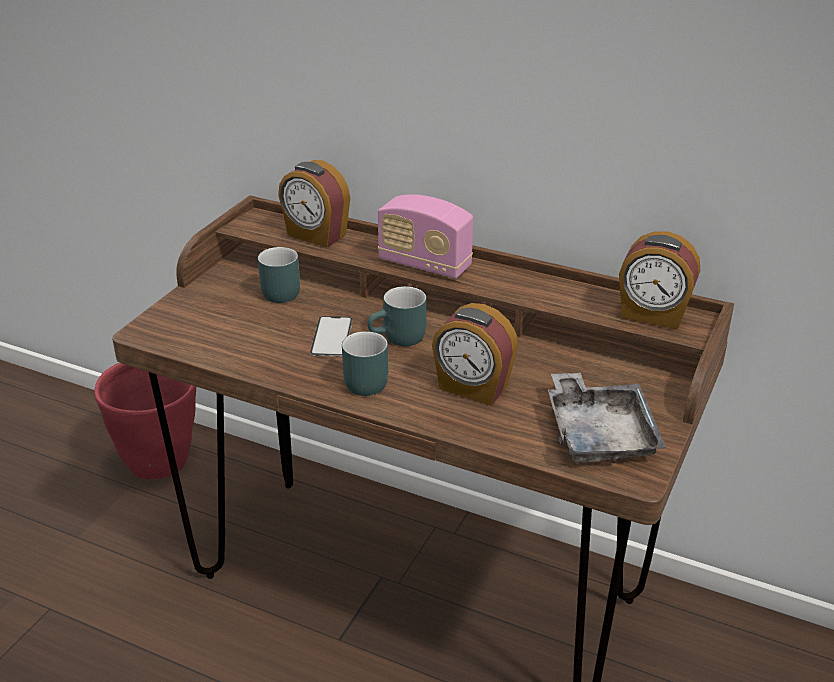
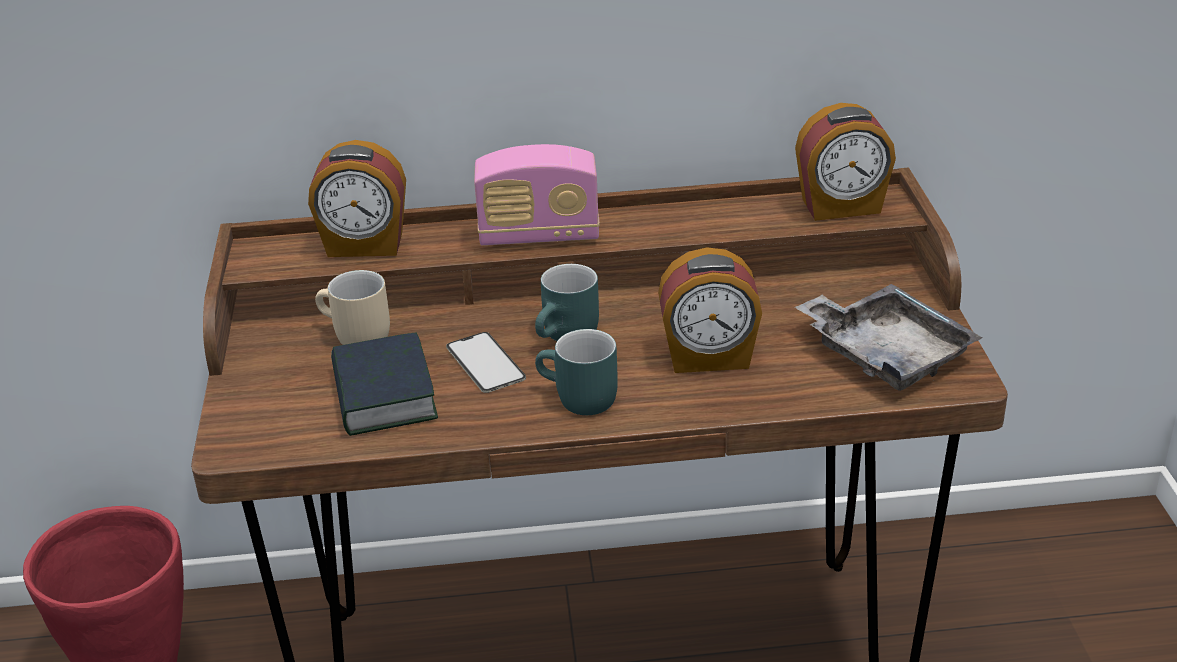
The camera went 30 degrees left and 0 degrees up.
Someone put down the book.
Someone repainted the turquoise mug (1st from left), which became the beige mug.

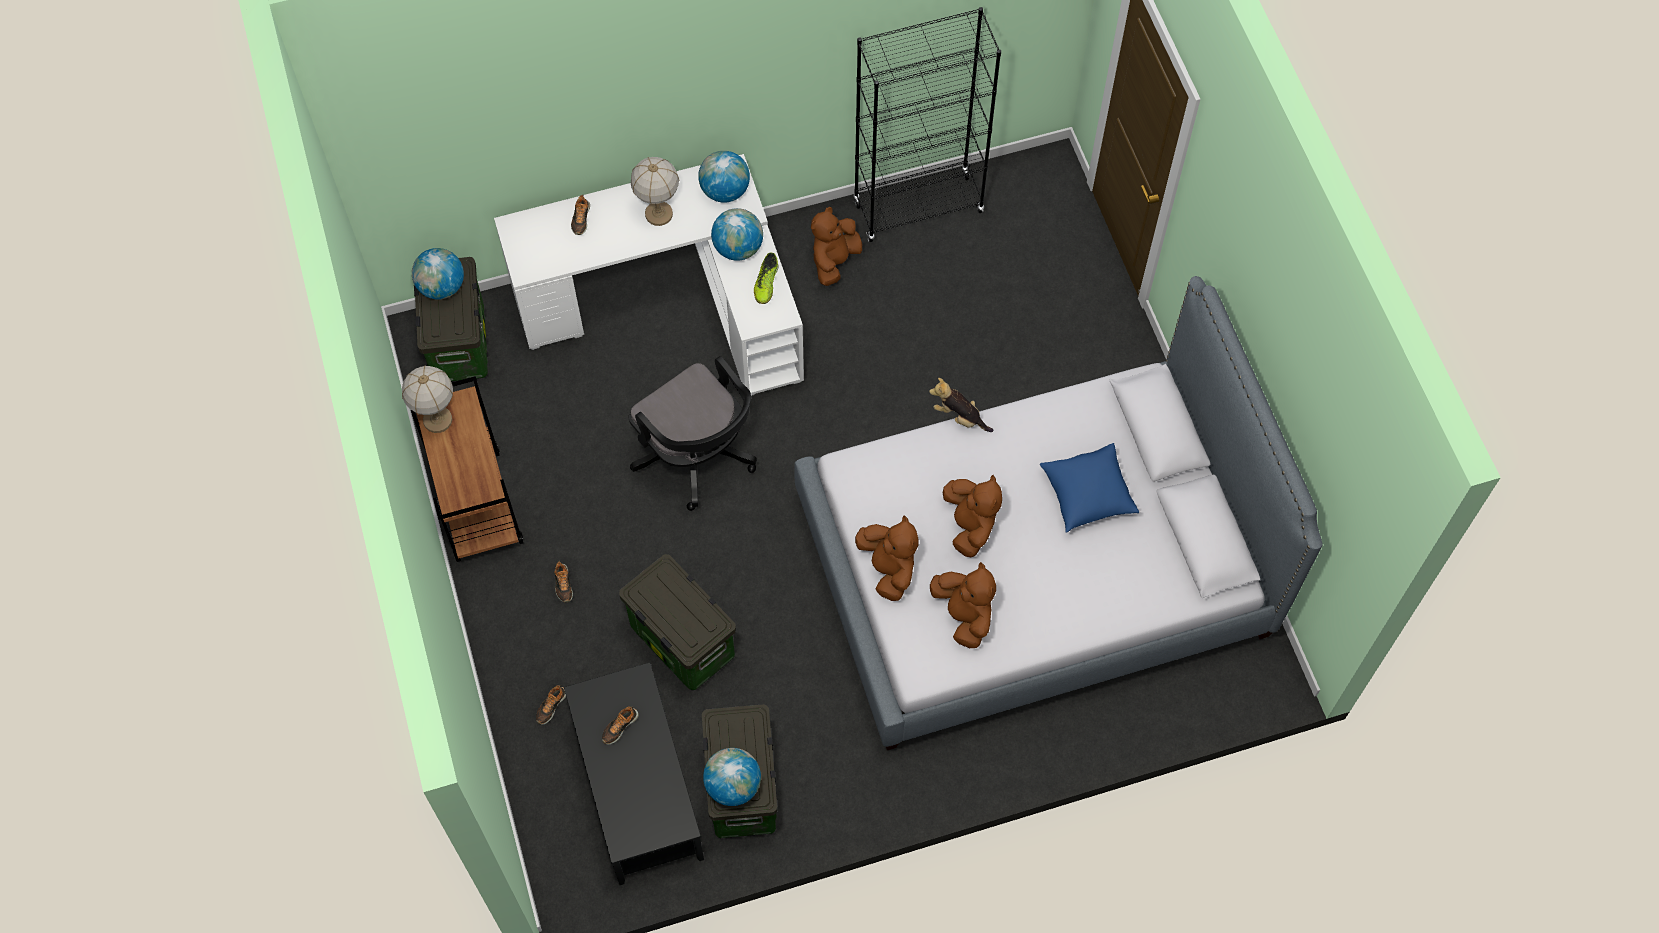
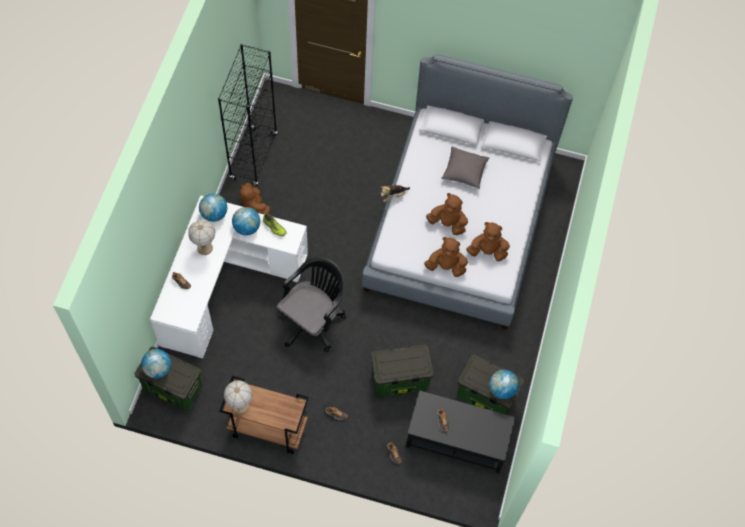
The camera went 60 degrees left and 0 degrees up.
Someone repainted the blue pillow, which became the grey pillow.
Someone rotated the black office chair by 45 degrees counterclockwise.

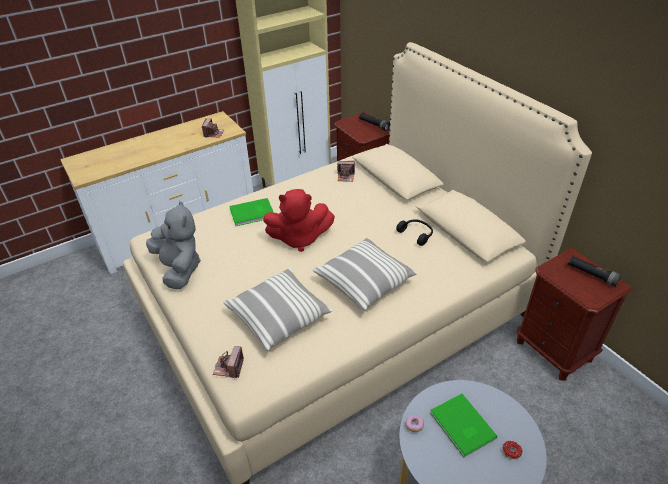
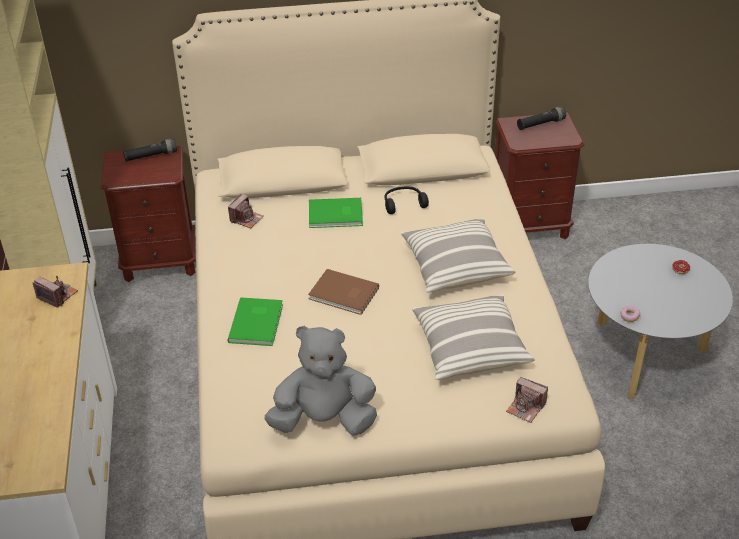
The camera went 65 degrees left and 0 degrees up.
Someone carried the green book (2nd from left).
Someone swapped the red plush toy for the brown book.

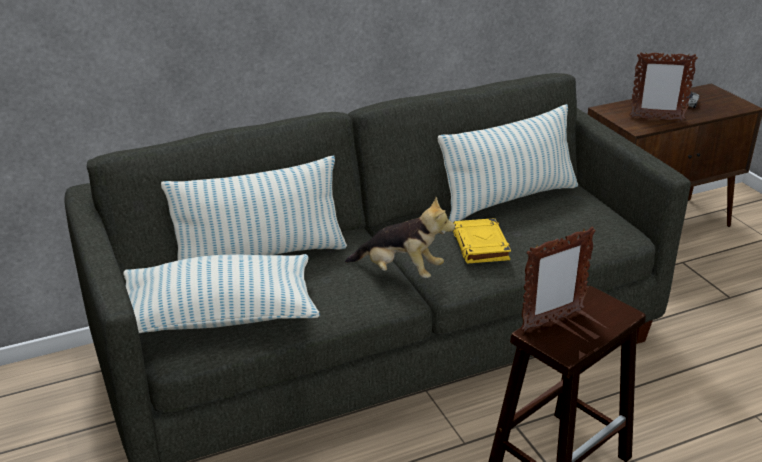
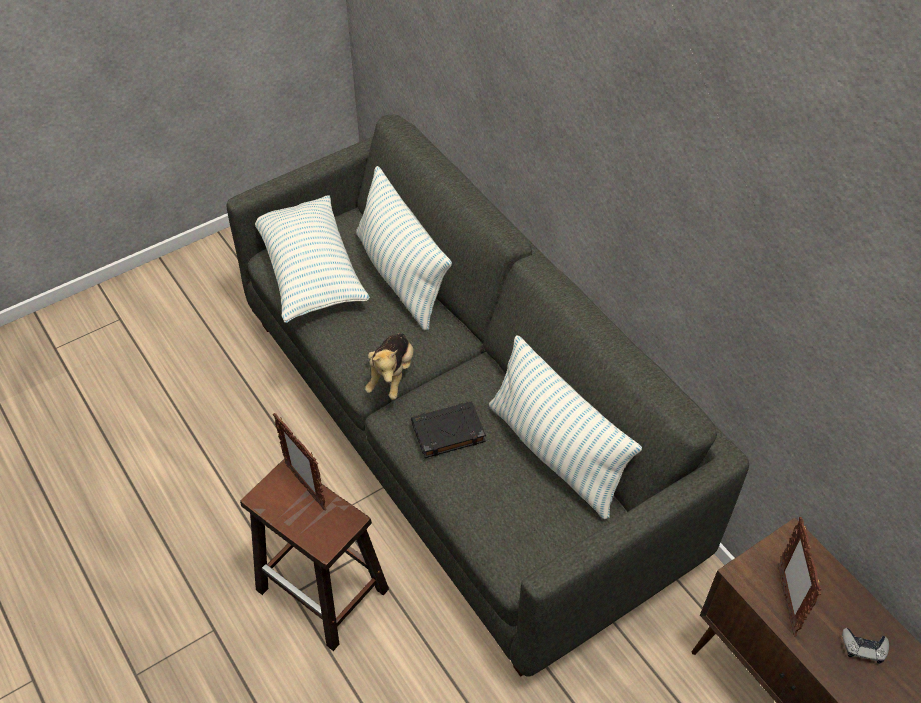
The camera went 80 degrees right and 20 degrees up.
Someone repainted the yellow book, which became the black book.

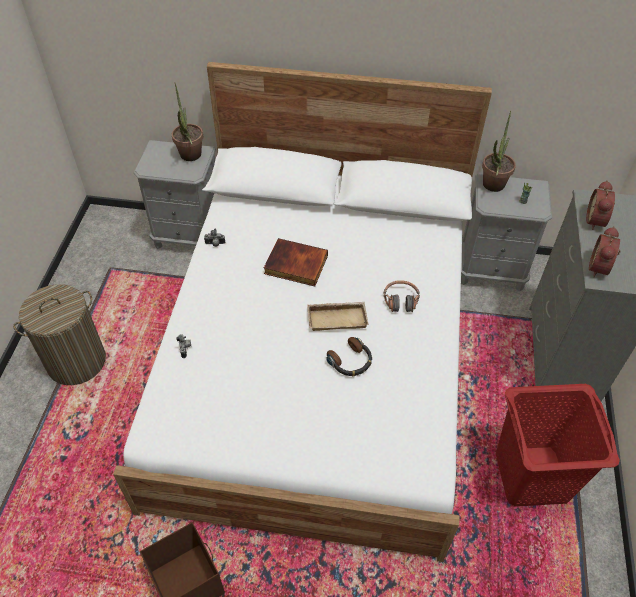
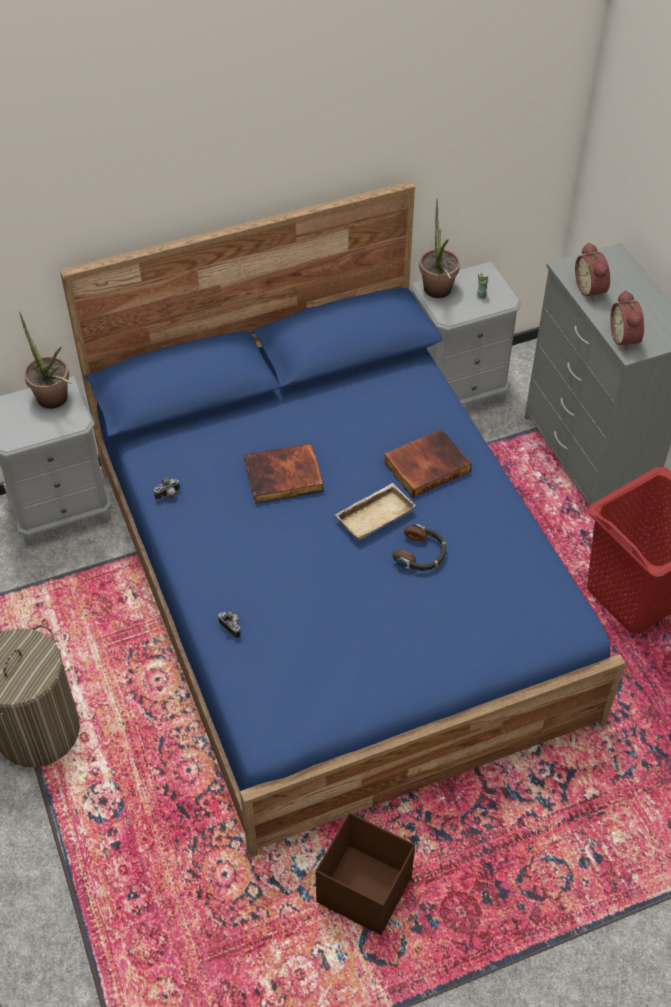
The camera went 30 degrees left and 0 degrees up.
Someone swapped the headphones (2nd from left) for the book (2nd from left).
Someone repainted the white bed, which became the blue bed.

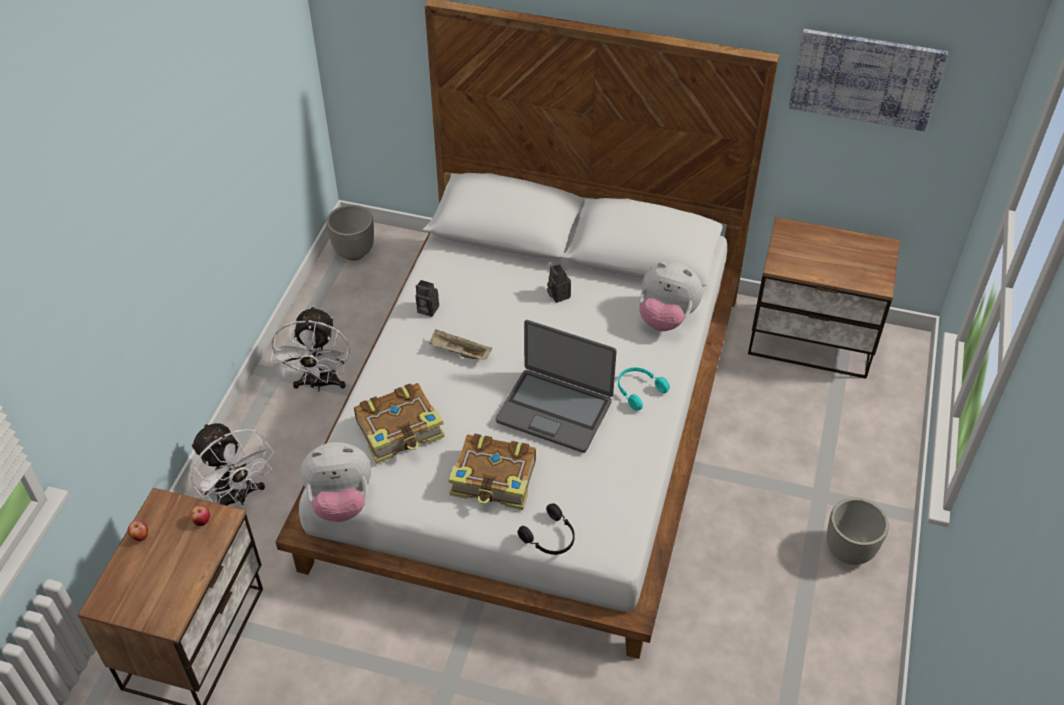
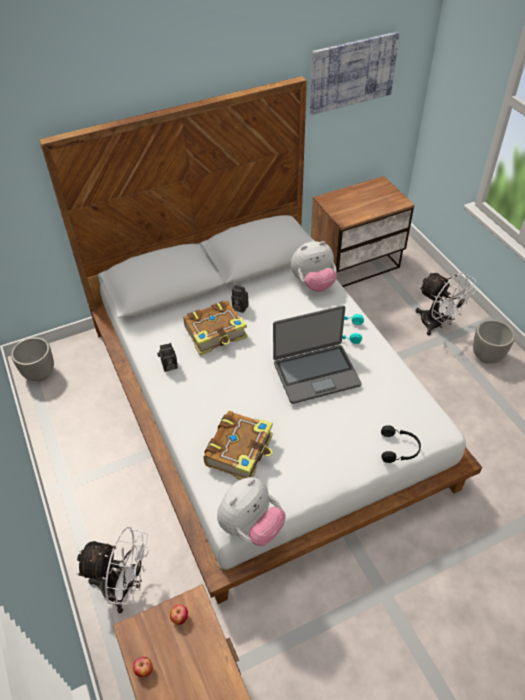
The camera went 40 degrees left and 0 degrees up.
Someone took away the beige tray.
Someone carried the white fan (2nd from left).
Someone carried the book (2nd from left in the first image).

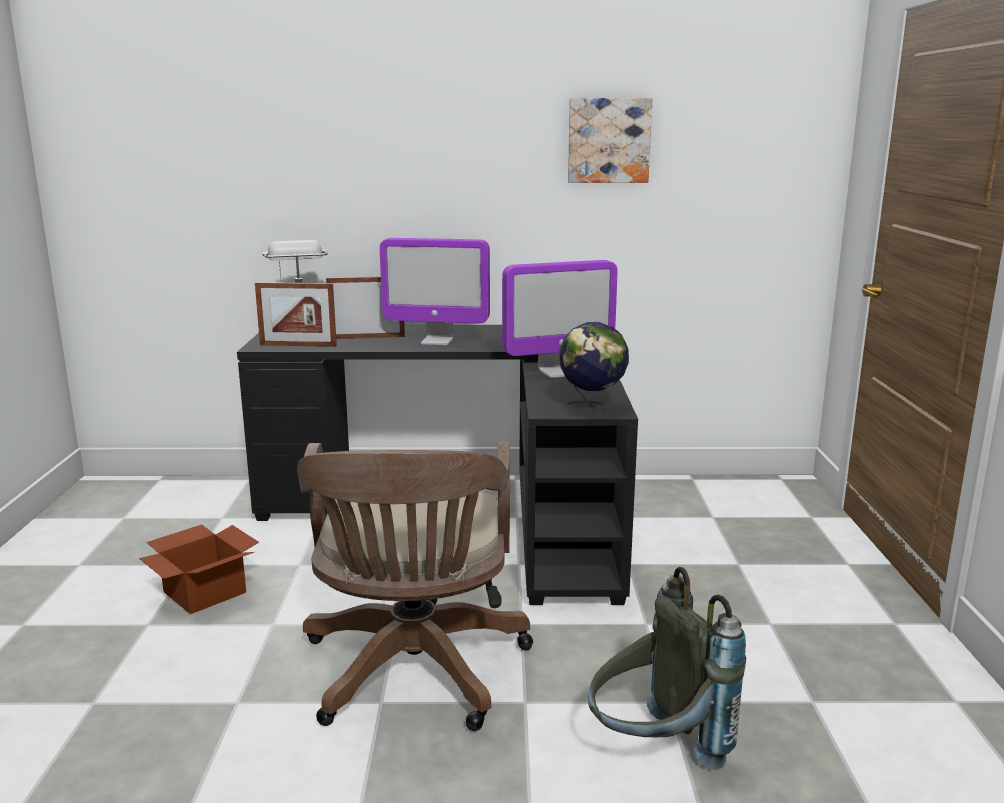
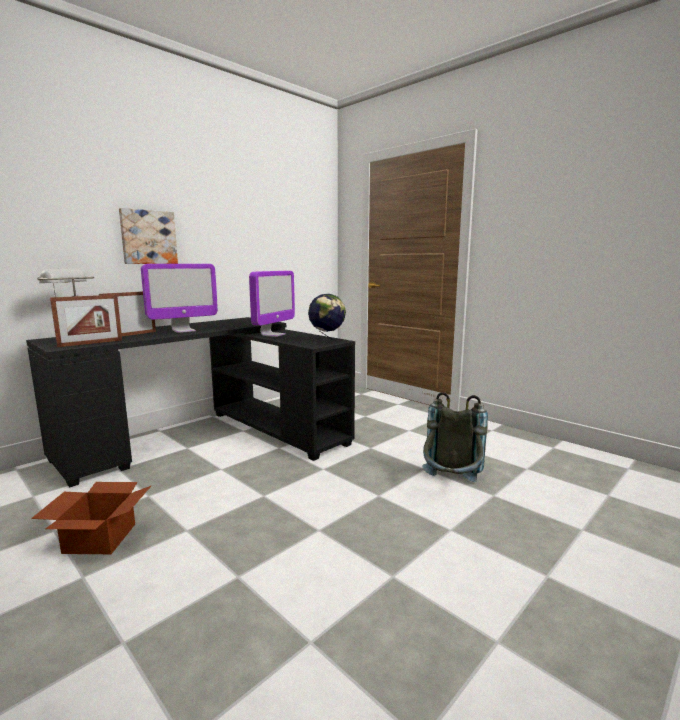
The camera went 45 degrees left and 5 degrees down.
Someone took away the brown office chair.
Someone carried the picture.

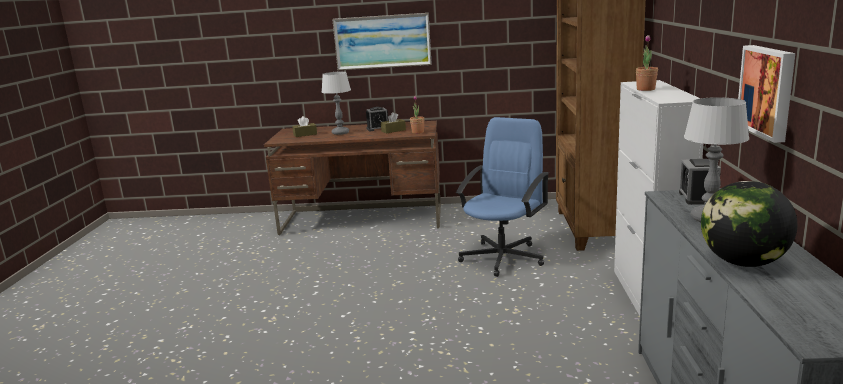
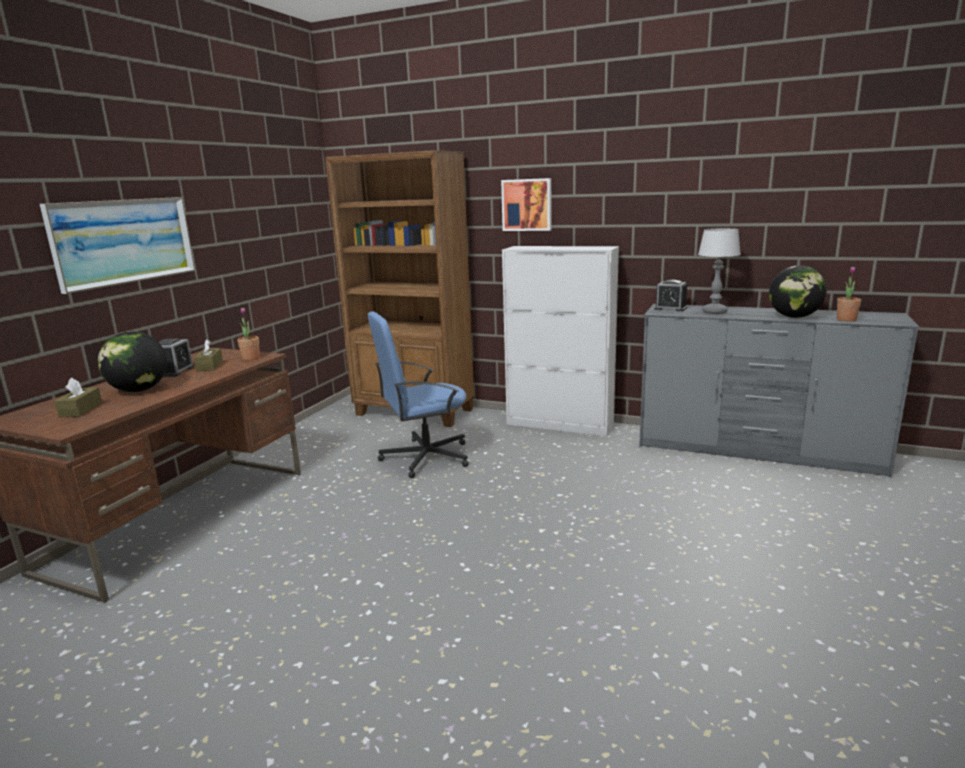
The camera went 70 degrees left and 0 degrees up.
Someone carried the potted plant (2nd from left).
Someone carried the picture (2nd from left).
Someone swapped the table lamp (1st from left) for the globe (1st from left).
Someone rotated the blue office chair by 75 degrees counterclockwise.

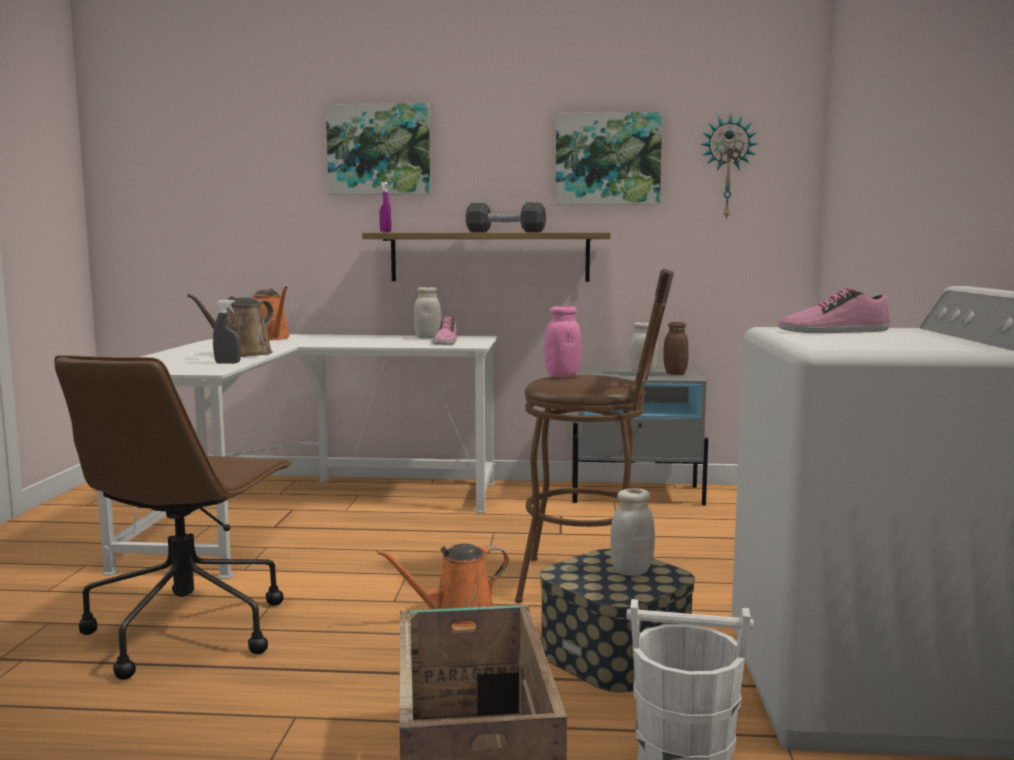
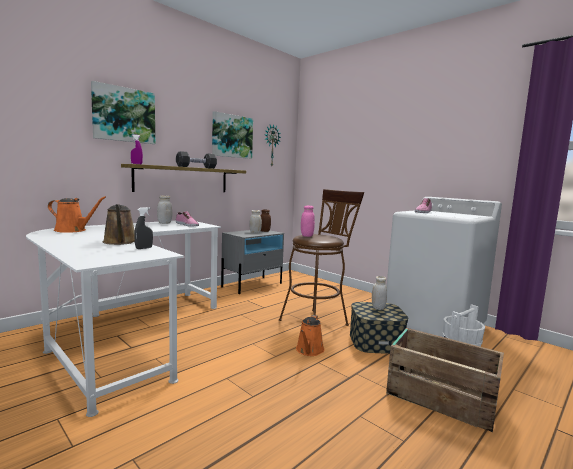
The camera went 50 degrees left and 0 degrees up.
Someone took away the brown office chair.

